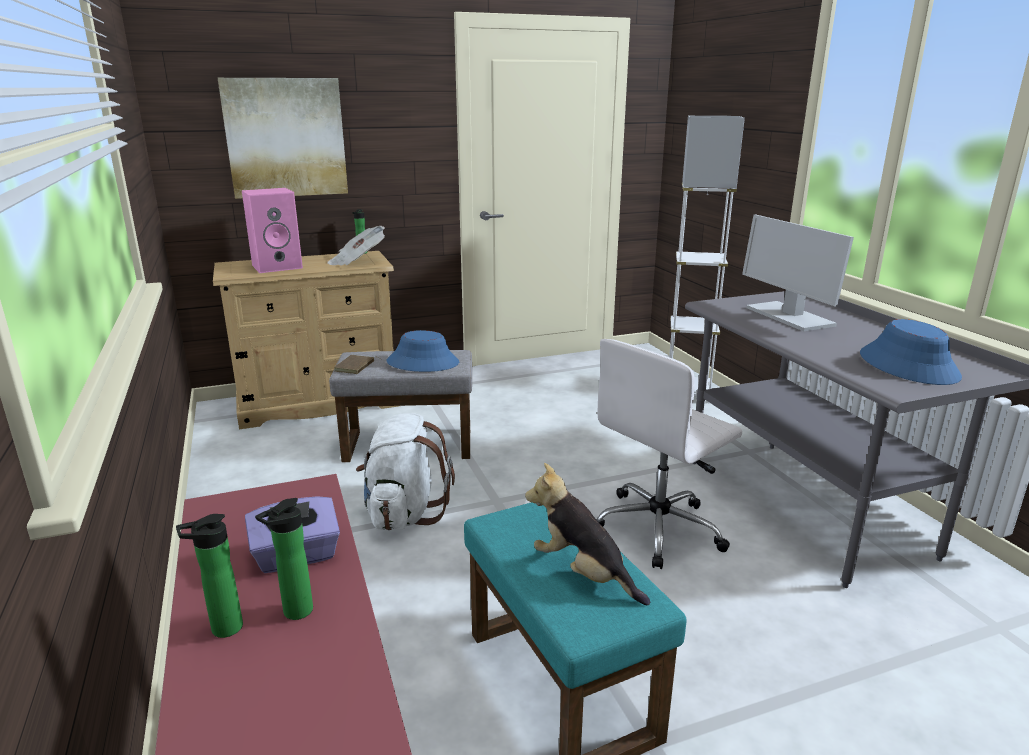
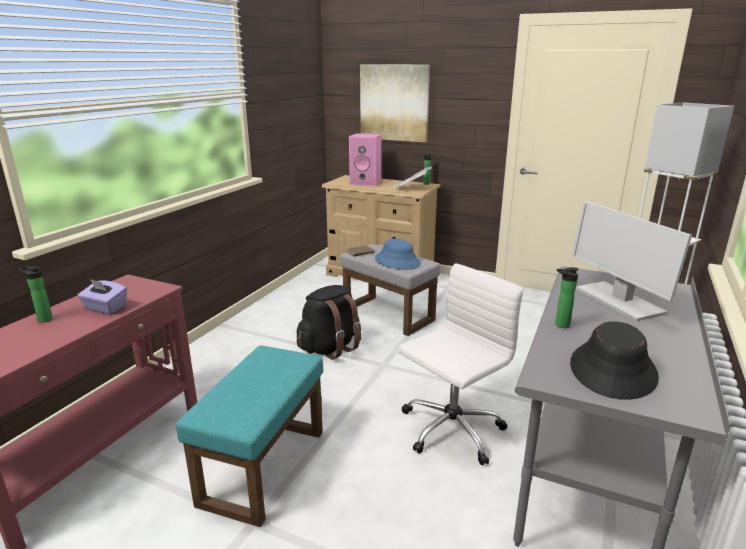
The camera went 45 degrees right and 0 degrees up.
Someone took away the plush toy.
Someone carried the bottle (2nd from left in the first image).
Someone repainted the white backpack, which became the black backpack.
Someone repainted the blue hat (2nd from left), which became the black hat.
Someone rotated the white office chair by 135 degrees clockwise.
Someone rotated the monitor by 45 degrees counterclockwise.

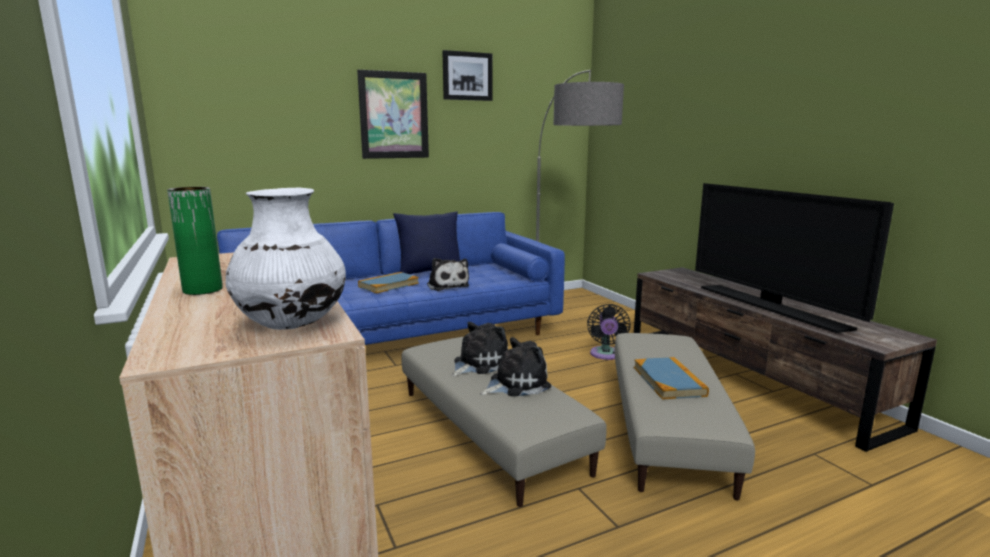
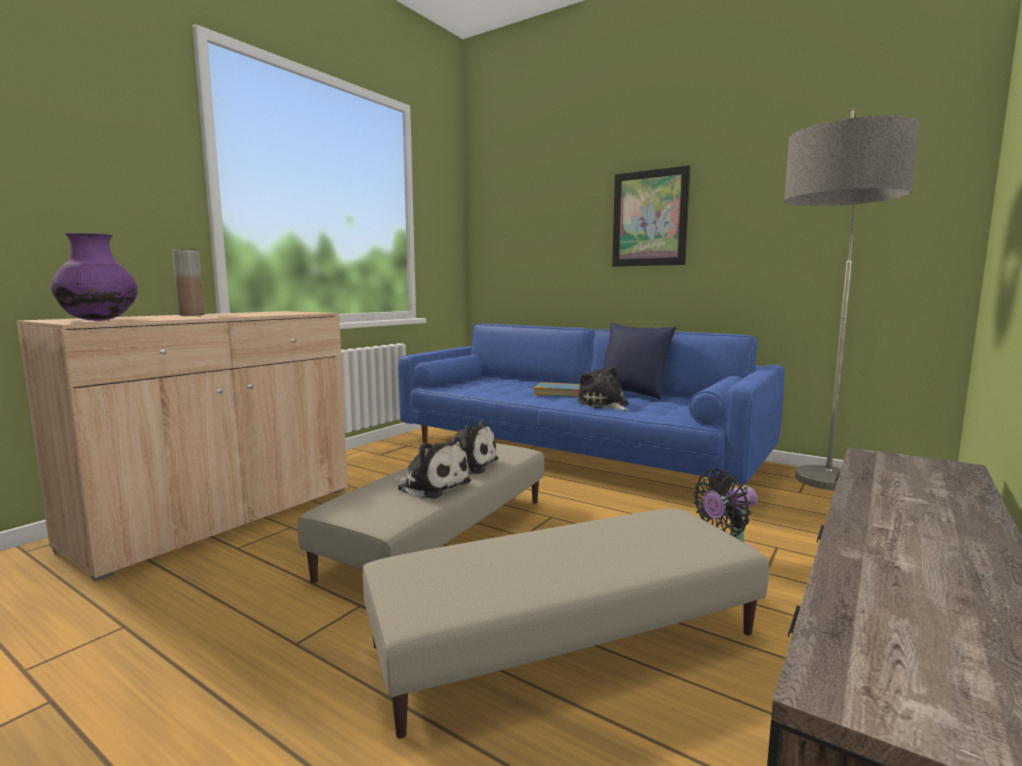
The camera went 60 degrees right and 5 degrees down.
Someone took away the picture (2nd from left).
Someone took away the book (2nd from left).
Someone took away the television.
Someone repainted the green vase, which became the brown vase.
Someone repainted the white vase, which became the purple vase.
Someone rotated the plush toy (1st from left in the first image) by 120 degrees clockwise.

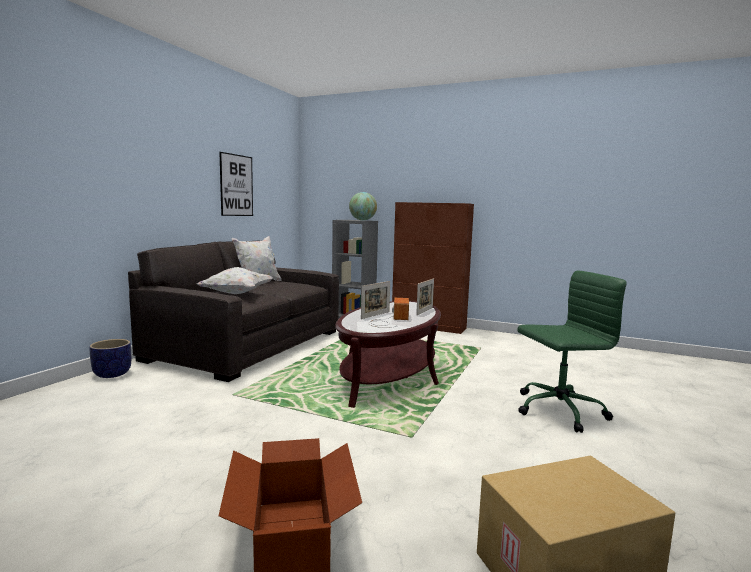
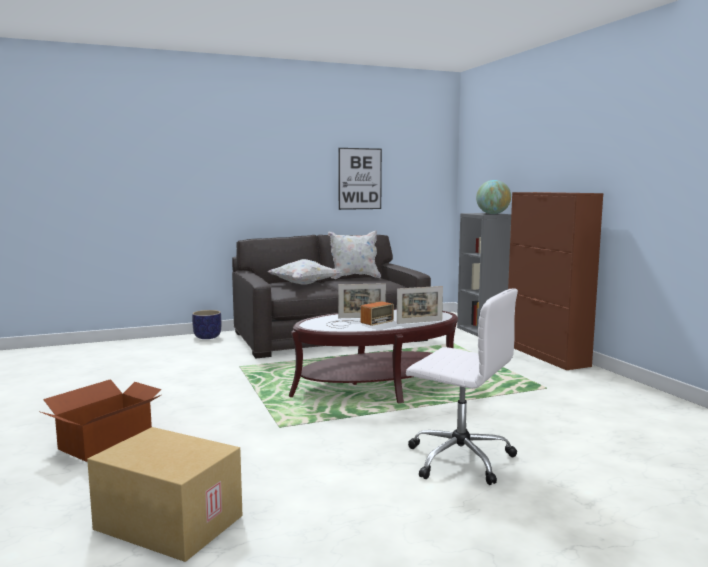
The camera went 45 degrees right and 0 degrees up.
Someone repainted the green office chair, which became the white office chair.

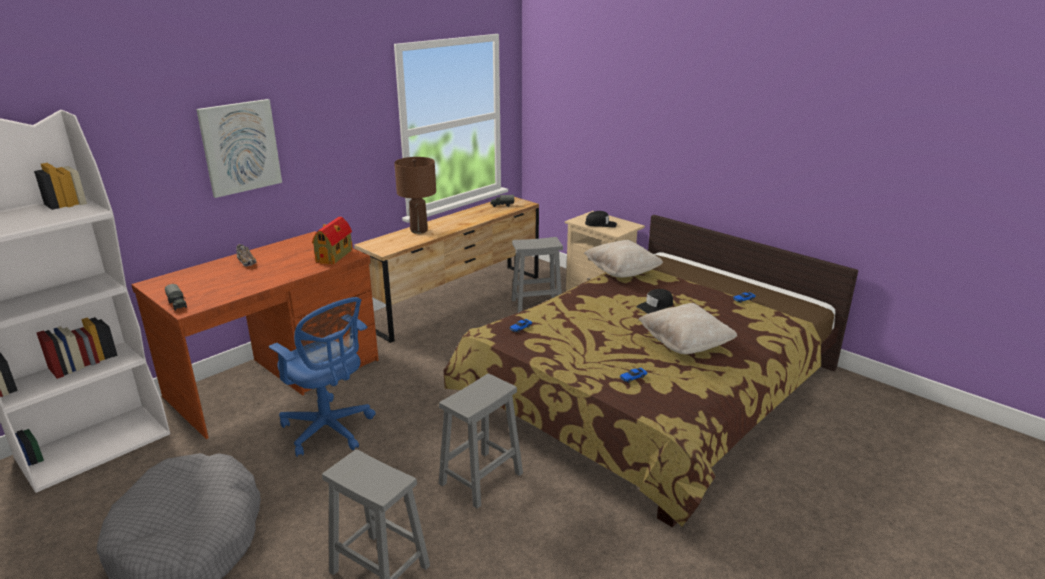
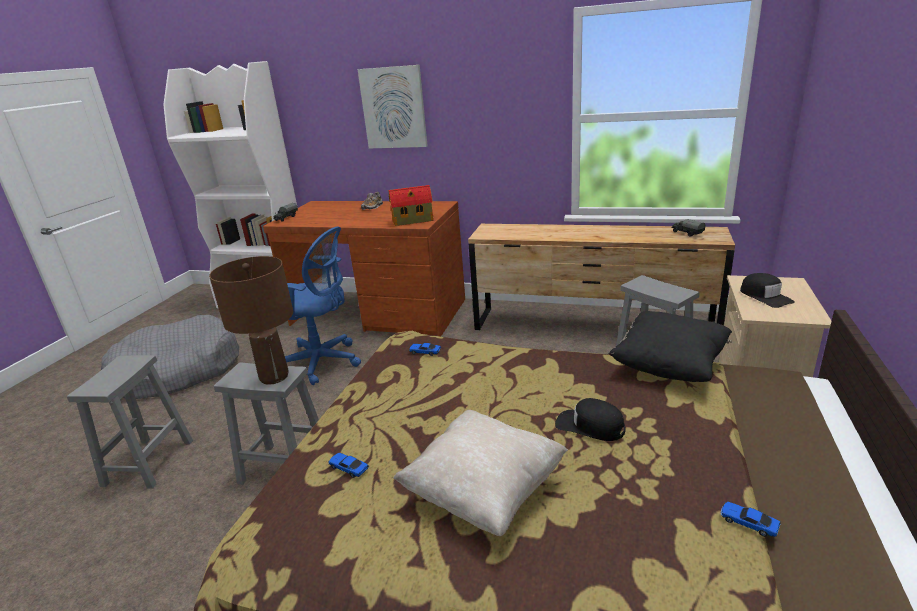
The camera went 65 degrees right and 0 degrees up.
Someone carried the brown table lamp.
Someone repainted the beige pillow (1st from left), which became the black pillow.
Someone rotated the blue office chair by 90 degrees counterclockwise.

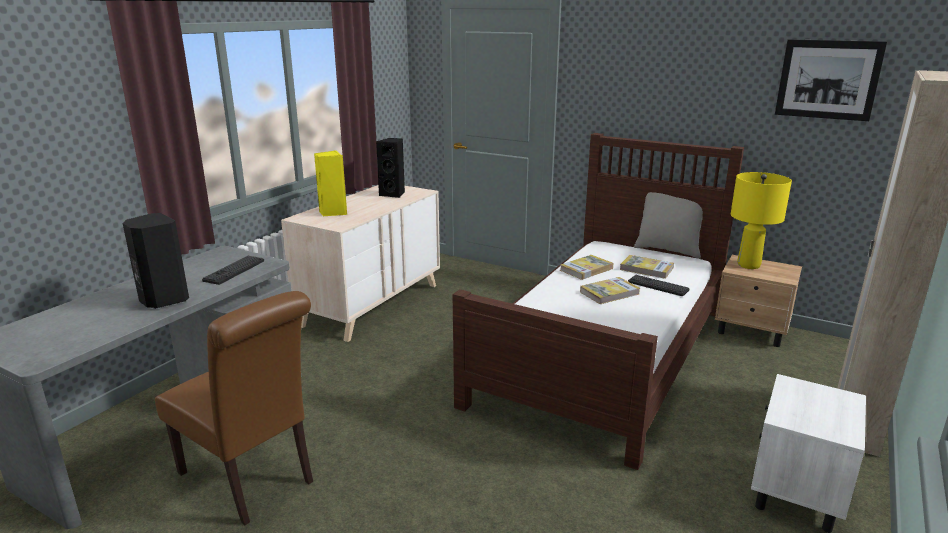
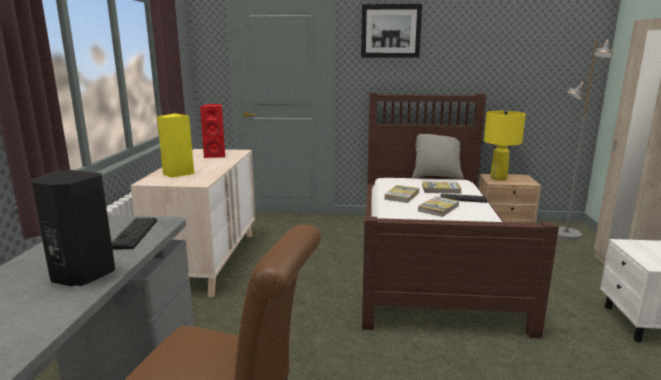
The camera went 25 degrees left and 5 degrees down.
Someone put down the grey floor lamp.
Someone carried the picture.
Someone repainted the black speaker (2nd from left), which became the red speaker.

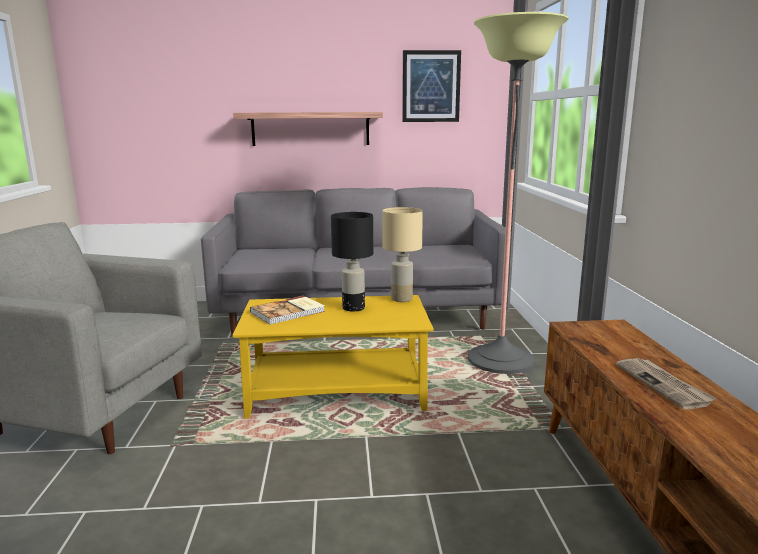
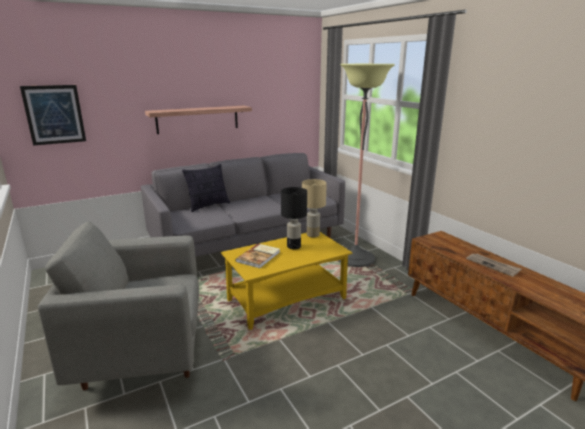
The camera went 25 degrees left and 5 degrees up.
Someone put down the pillow.
Someone carried the picture.

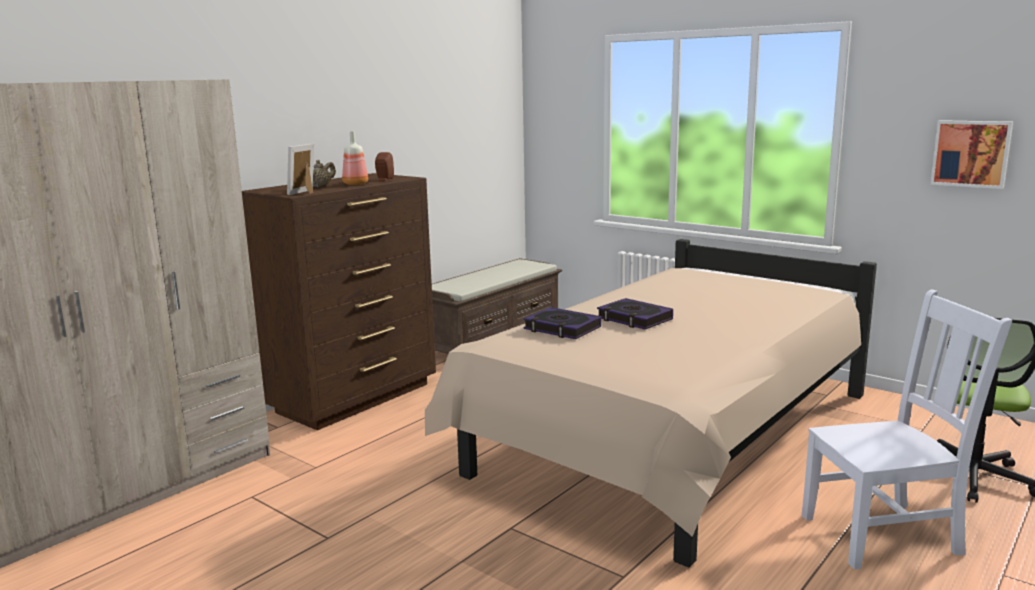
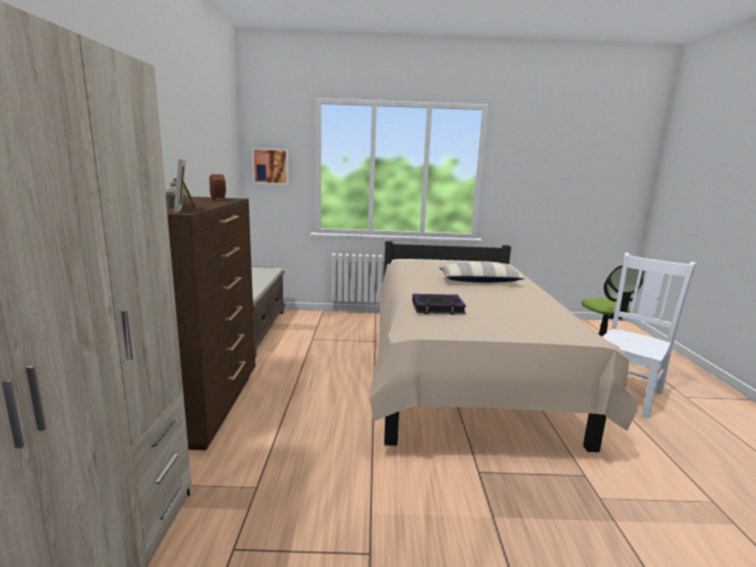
The camera went 40 degrees left and 0 degrees up.
Someone took away the bottle.
Someone took away the book (2nd from left).
Someone put down the pillow.
Someone carried the picture.

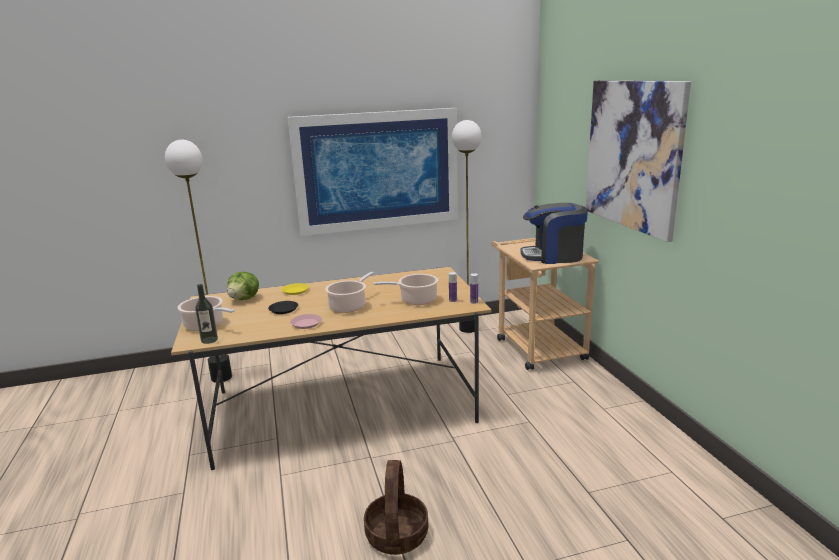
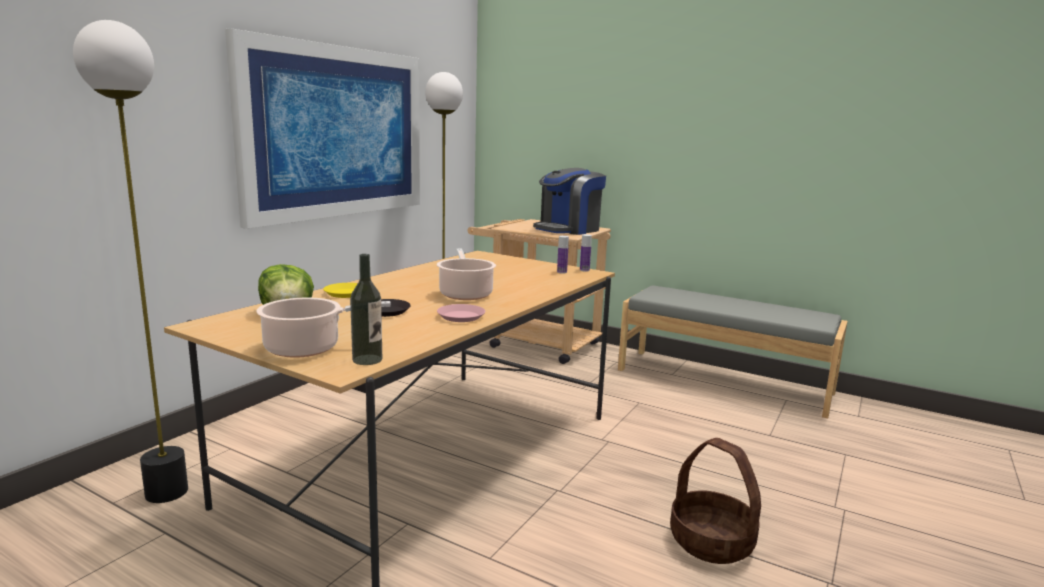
The camera went 45 degrees left and 5 degrees down.
Someone took away the cooking pot (3rd from left).
Someone took away the picture (2nd from left).
Someone put down the grey bench.

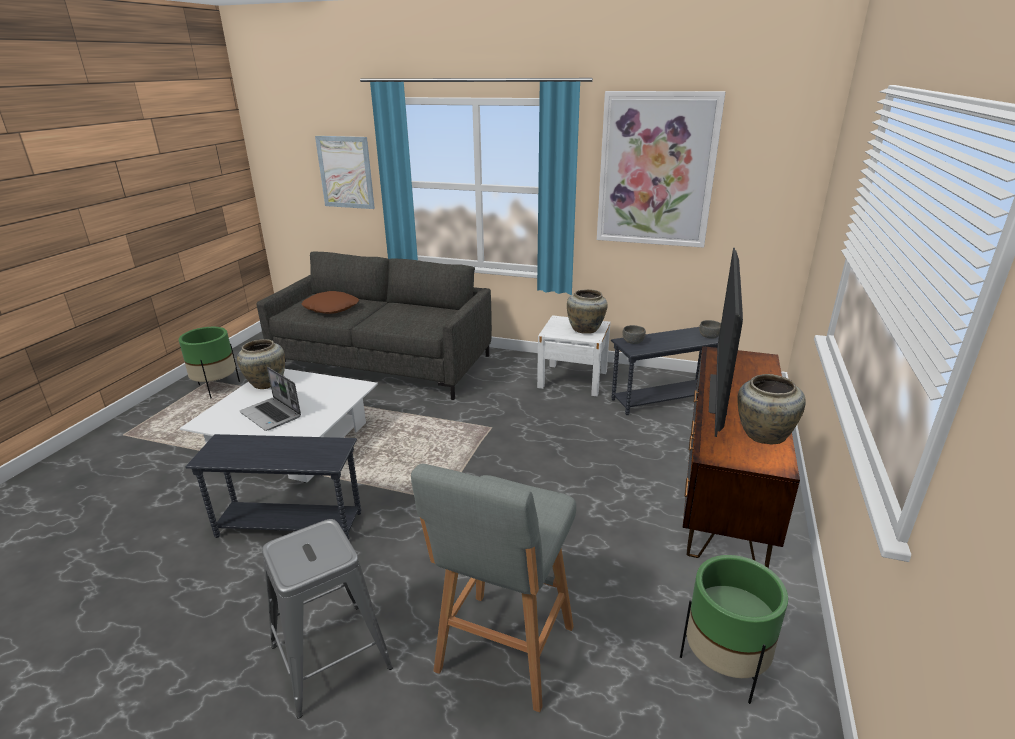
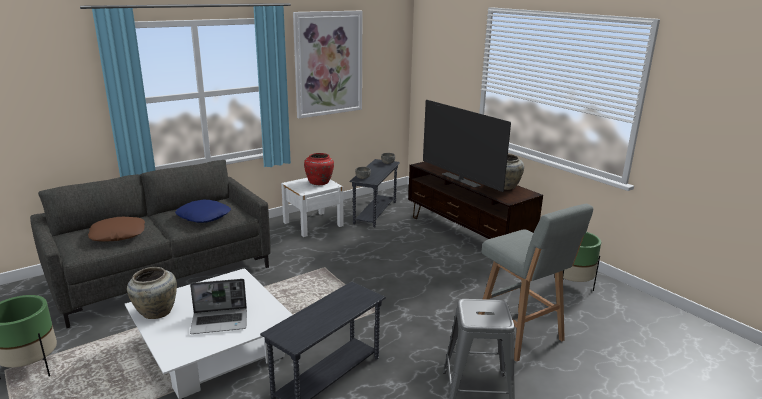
The camera went 55 degrees left and 5 degrees down.
Someone took away the picture (1st from left).
Someone put down the blue pillow.
Someone repainted the beige vase (2nd from left), which became the red vase.

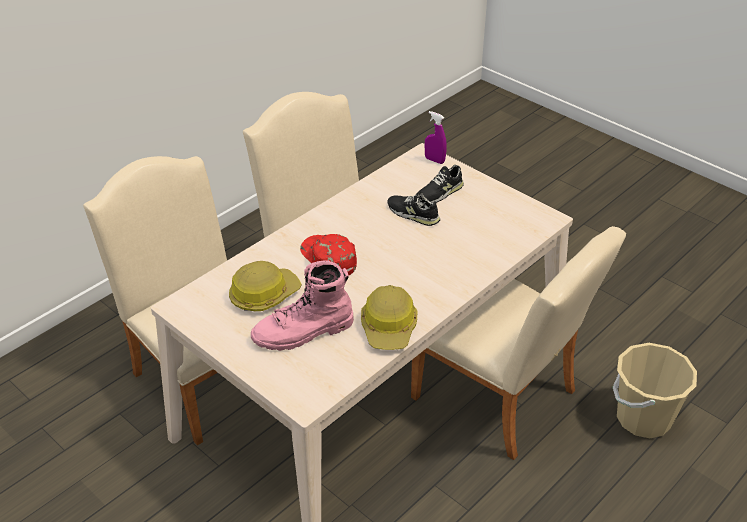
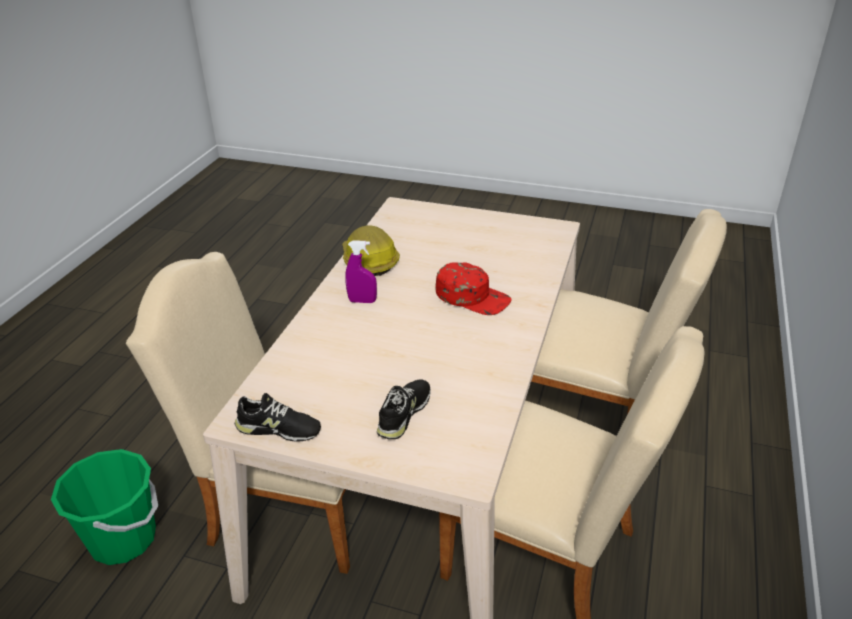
The camera went 155 degrees right and 5 degrees down.
Someone took away the hard hat (1st from left).
Someone took away the pink boot.
Someone carried the black shoe (1st from left).
Someone carried the purple spray bottle.
Someone repainted the beige bucket, which became the green bucket.

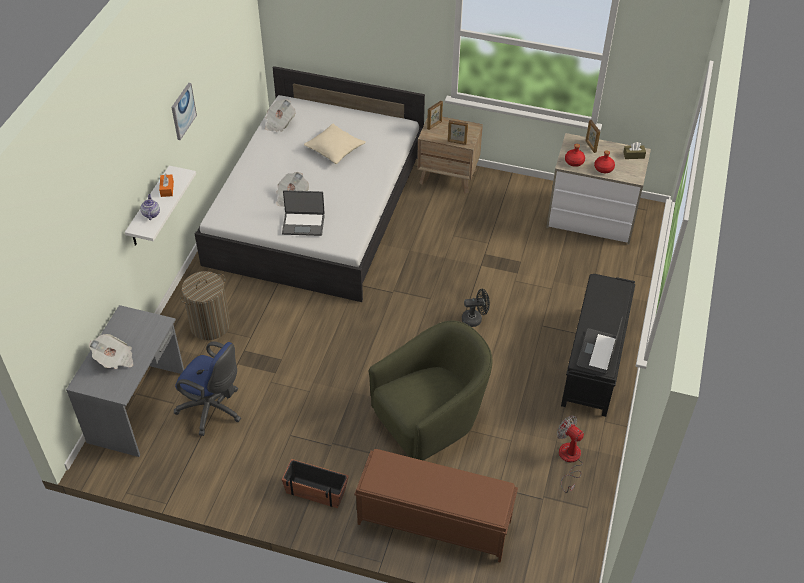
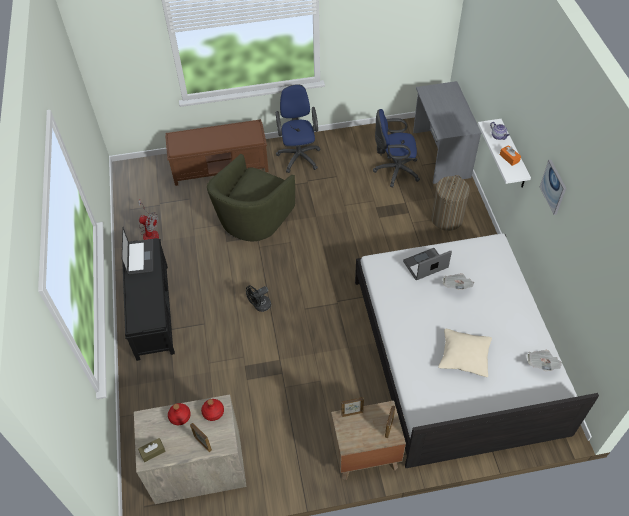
The camera went 155 degrees right and 5 degrees up.
Someone took away the newspaper (1st from left).
Someone swapped the planter for the blue office chair (1st from left).

